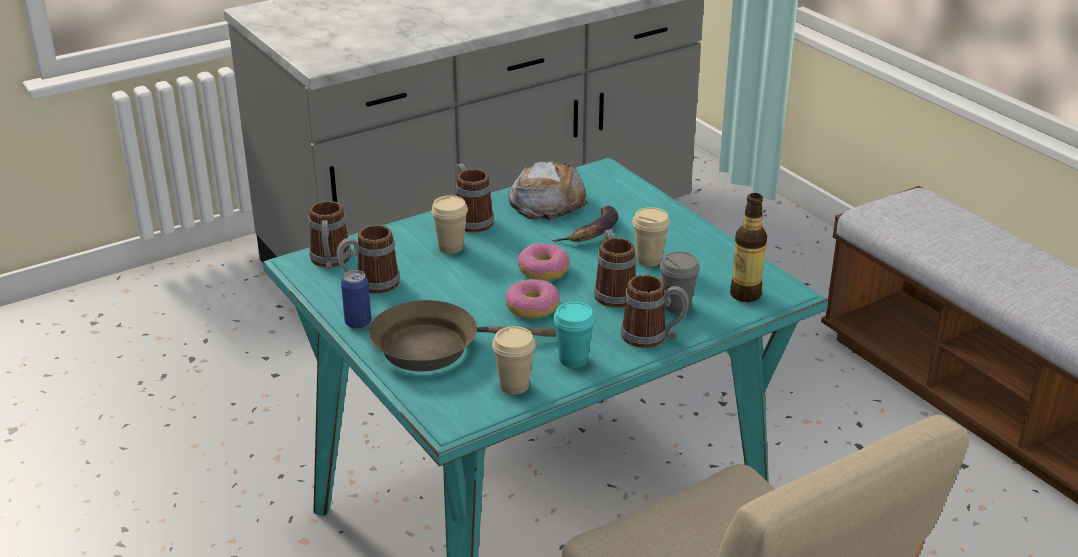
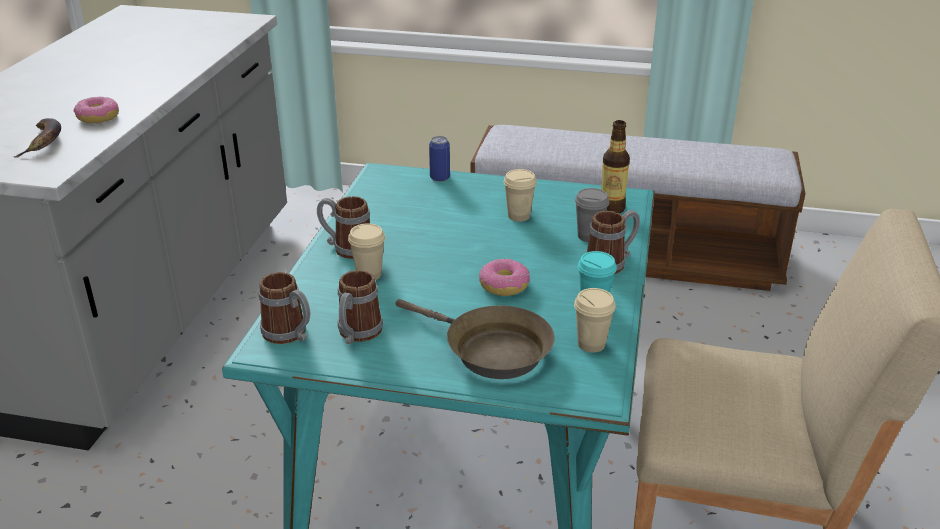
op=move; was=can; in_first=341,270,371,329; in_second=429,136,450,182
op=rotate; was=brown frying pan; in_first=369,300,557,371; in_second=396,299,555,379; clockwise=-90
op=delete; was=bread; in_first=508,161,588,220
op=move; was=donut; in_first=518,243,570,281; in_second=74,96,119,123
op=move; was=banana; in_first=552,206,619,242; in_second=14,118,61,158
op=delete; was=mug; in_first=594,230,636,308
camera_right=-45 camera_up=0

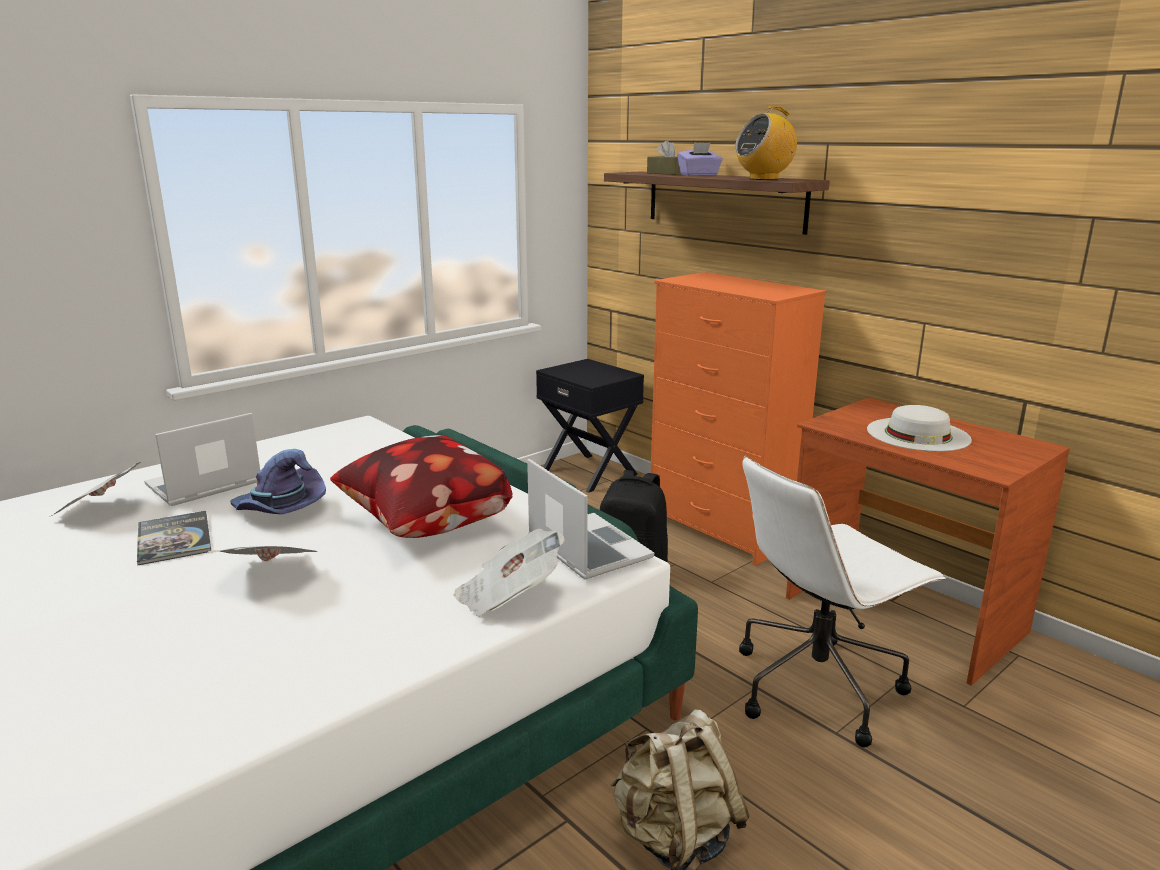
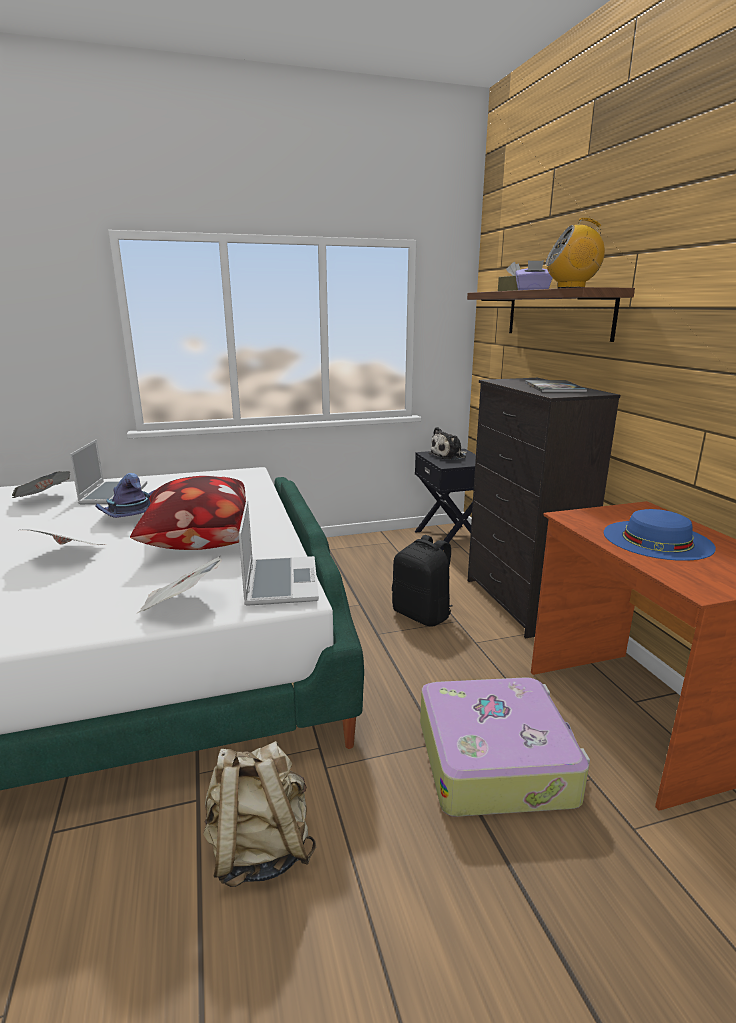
op=move; was=book; in_first=137,511,211,565; in_second=525,380,587,392
op=rotate; was=laptop; in_first=144,413,260,506; in_second=70,439,147,504; clockwise=105
op=recolor; was=orange dresser; now=black dresser; in_first=651,272,826,566; in_second=468,378,621,638
op=replace; was=white office chair; now=suitcase; in_first=739,456,946,747; in_second=420,677,590,817
op=recolor; was=white hat; now=blue hat; in_first=867,405,972,451; in_second=604,509,716,561
op=insert; now=plush toy; in_second=428,427,467,460
camera_right=25 camera_up=0

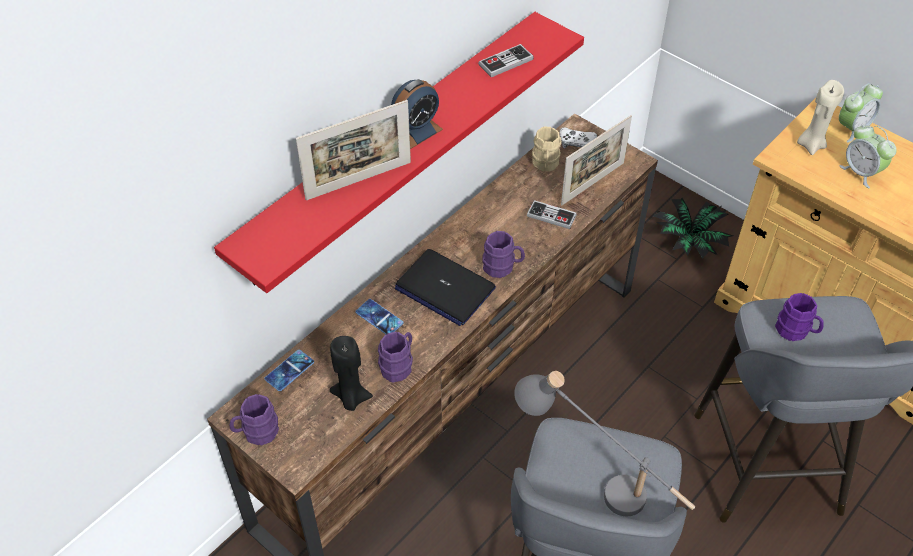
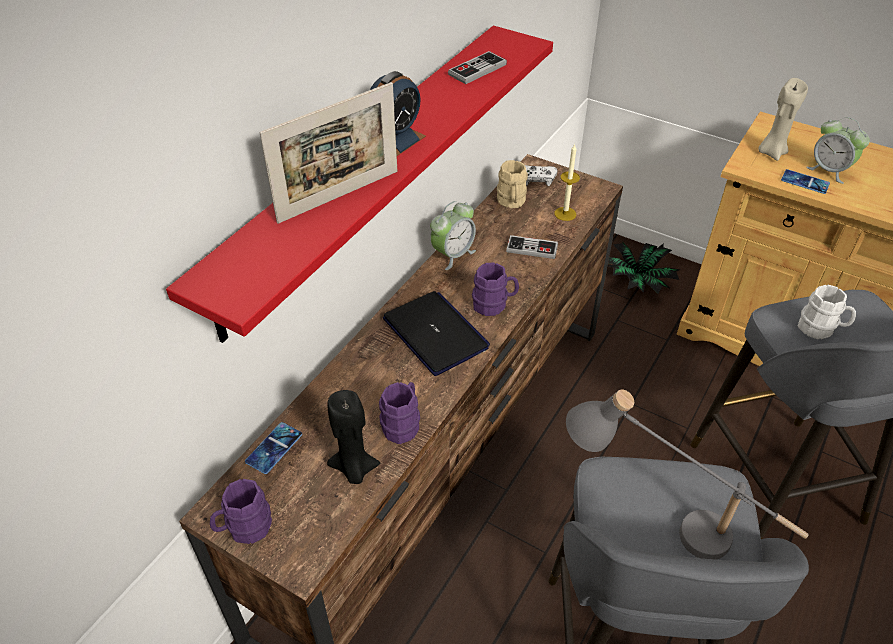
op=move; was=phone; in_first=355,299,403,335; in_second=781,169,830,194
op=rotate; was=laptop; in_first=395,249,496,326; in_second=383,291,490,376; clockwise=-150
op=replace; was=picture frame; now=candle; in_first=561,115,632,205; in_second=555,144,580,221
op=recolor; was=purple mug; now=white mug; in_first=775,293,824,341; in_second=798,285,856,339
op=move; was=alarm clock; in_first=839,83,883,143; in_second=430,201,476,270
camera_right=-10 camera_up=-5

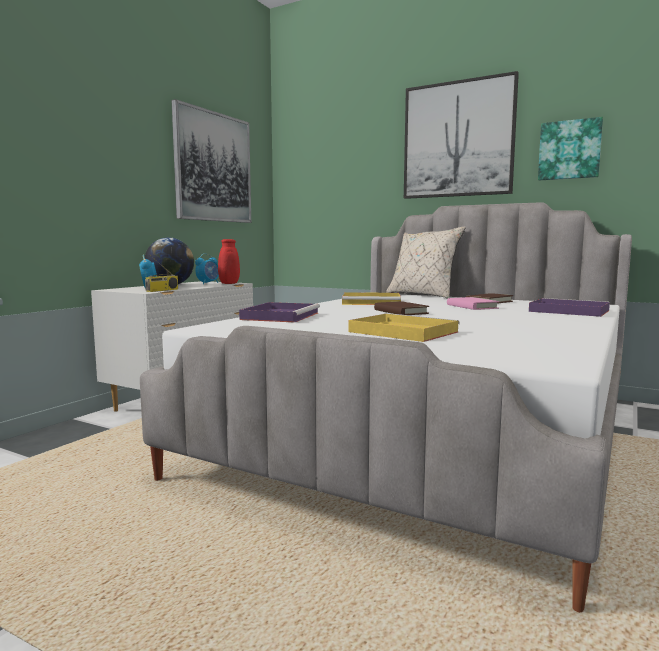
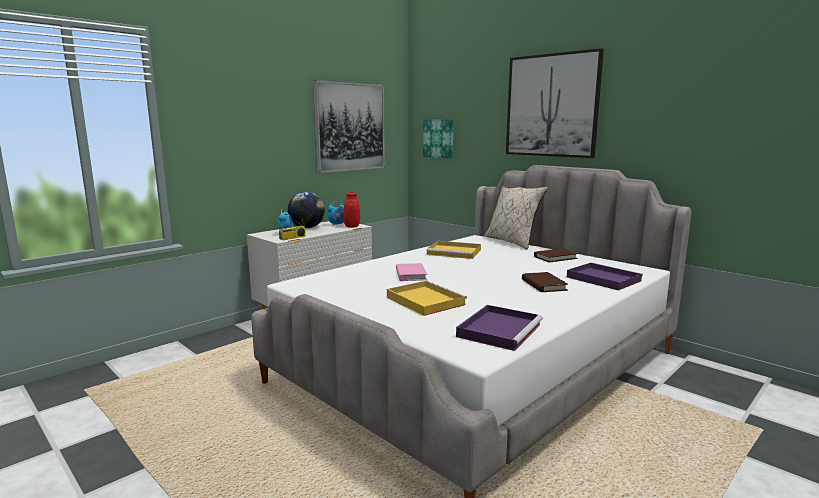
op=move; was=purple tray; in_first=239,302,320,323; in_second=456,305,543,351
op=move; was=brown book; in_first=374,301,429,315; in_second=522,272,568,292
op=move; was=pink book; in_first=447,297,499,310; in_second=396,263,427,281
op=move; was=picture; in_first=538,117,603,180; in_second=423,119,453,158
camera_right=15 camera_up=5

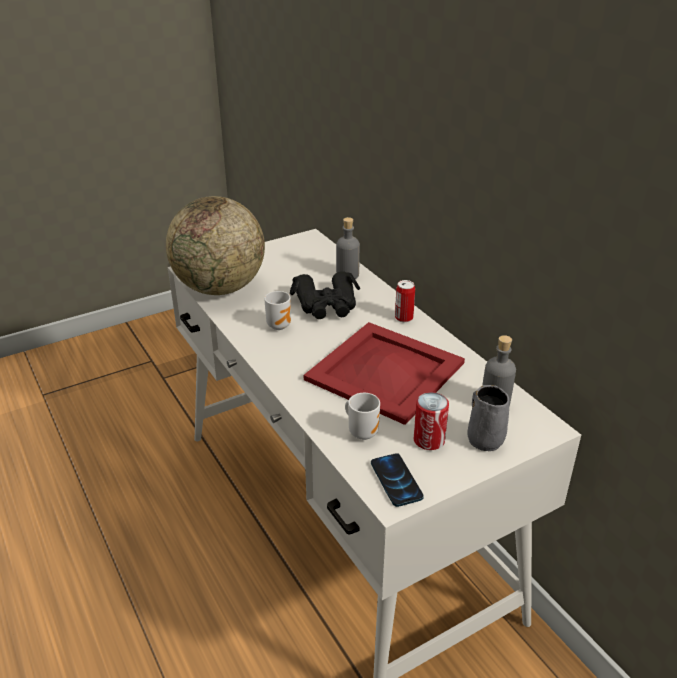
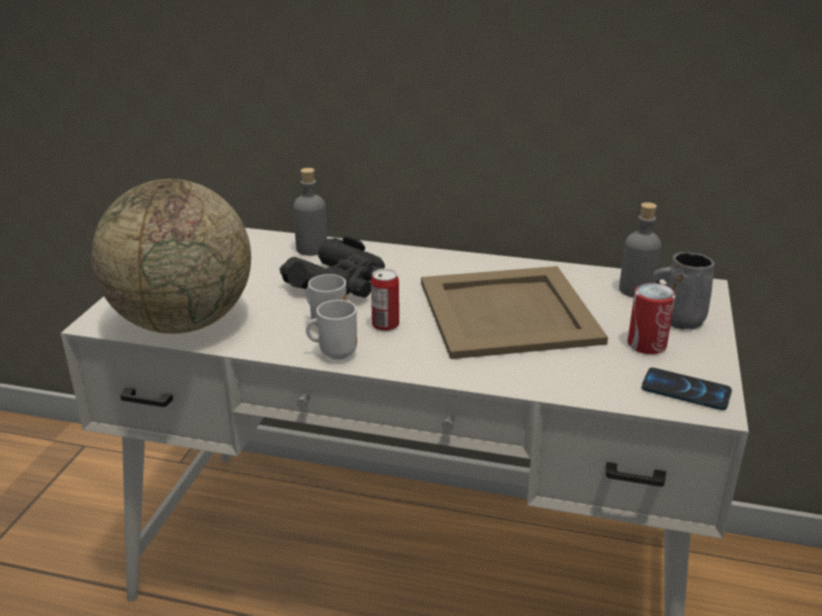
op=recolor; was=red tray; now=beige tray; in_first=304,322,465,425; in_second=421,266,608,359
op=move; was=mug; in_first=345,393,380,440; in_second=306,300,357,360
op=move; was=can; in_first=395,280,415,322; in_second=371,269,399,331
camera_right=-45 camera_up=-5

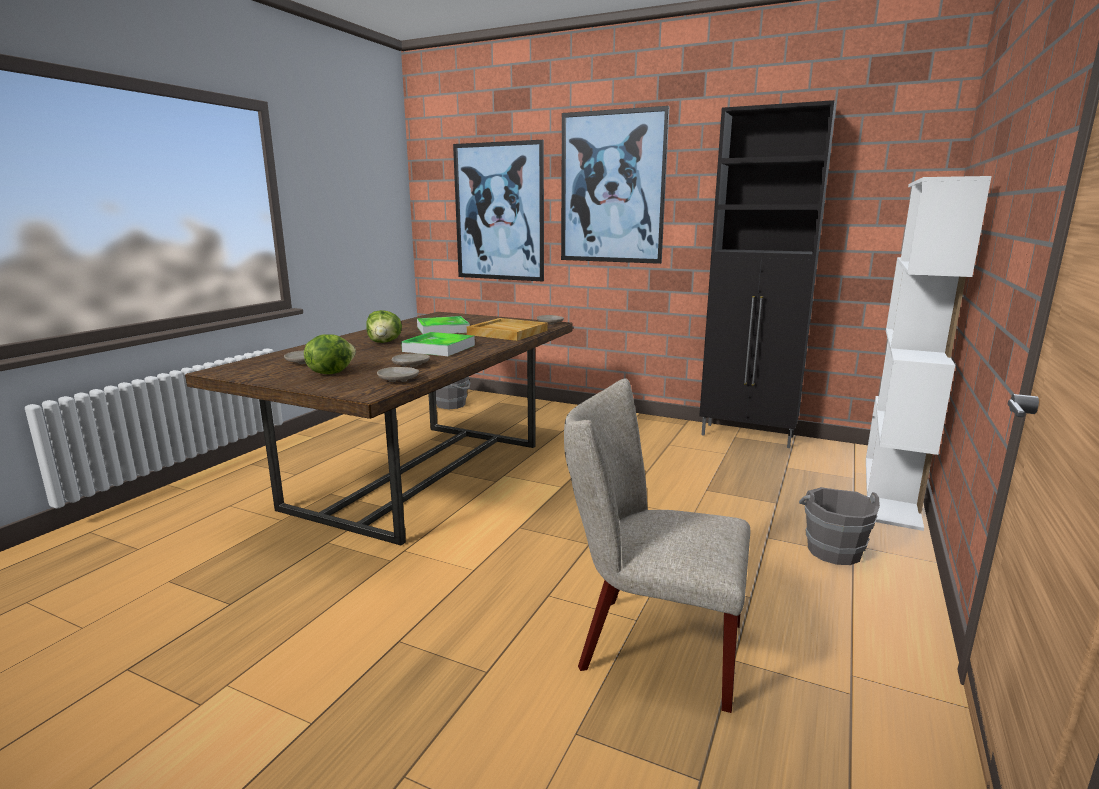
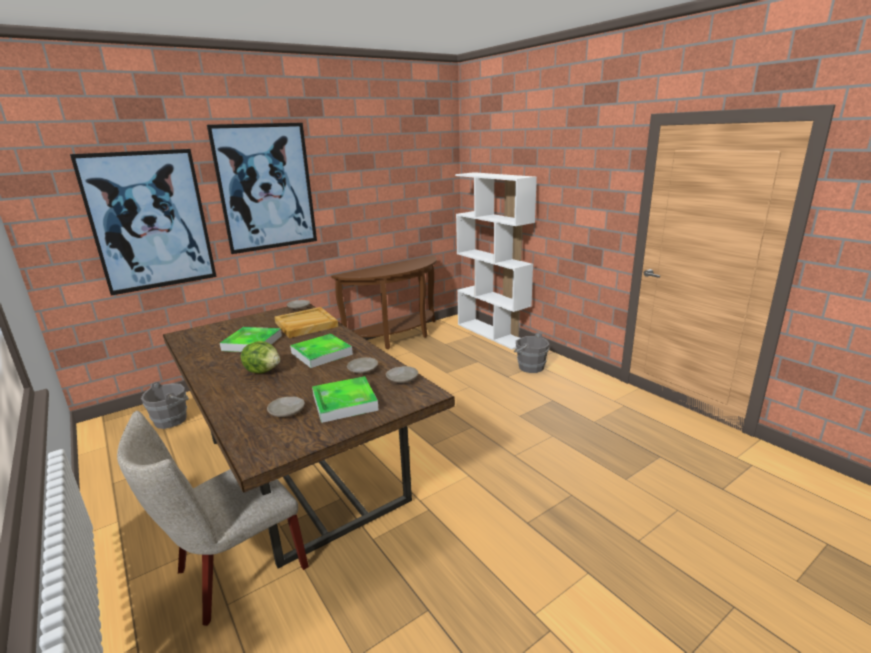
op=replace; was=lettuce; now=tray; in_first=304,334,356,374; in_second=312,376,379,423
op=move; was=beige chair; in_first=564,378,750,713; in_second=117,411,309,626
op=replace; was=black cabinet; now=brown console table; in_first=699,100,836,448; in_second=331,255,437,349
camera_right=-60 camera_up=5

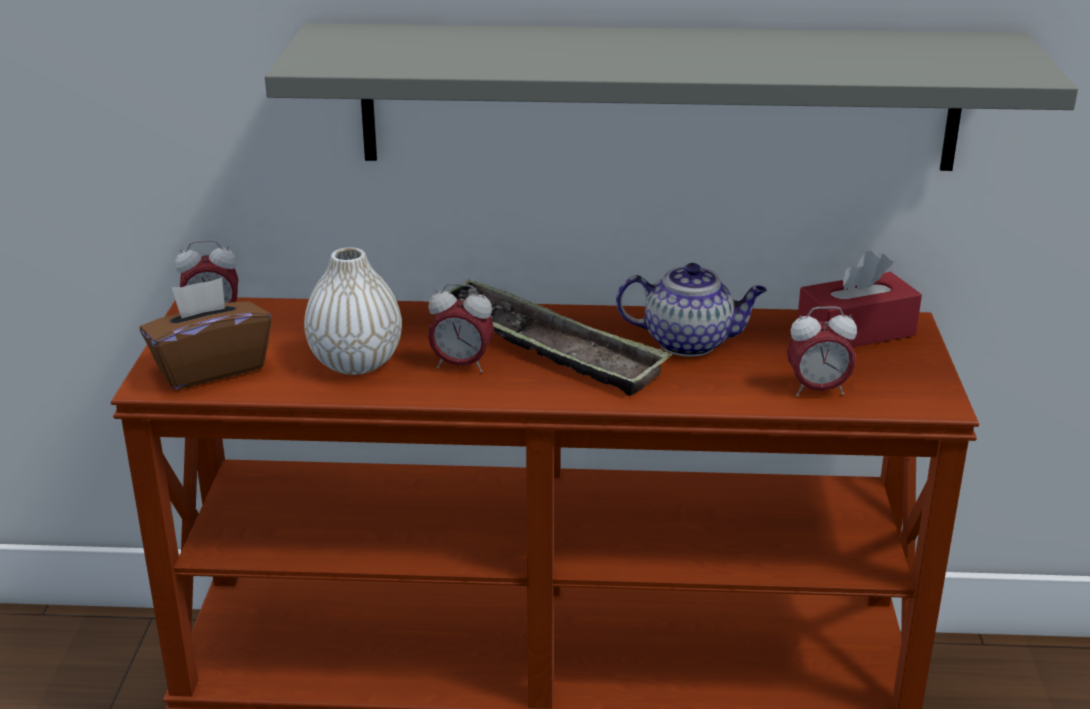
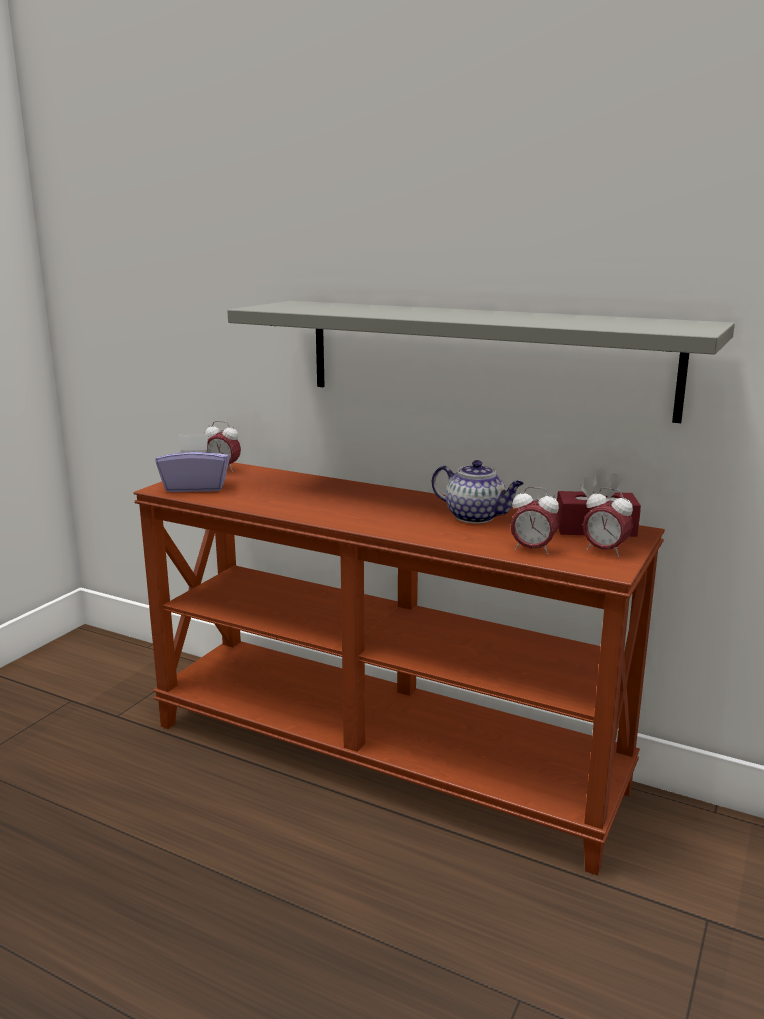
op=recolor; was=brown tissue box; now=purple tissue box; in_first=140,278,272,390; in_second=156,434,230,492
op=delete; was=white vase; in_first=304,247,402,375
op=move; was=alarm clock; in_first=428,283,494,373; in_second=583,487,633,557
op=delete; was=tray; in_first=448,278,672,396
camera_right=25 camera_up=-10

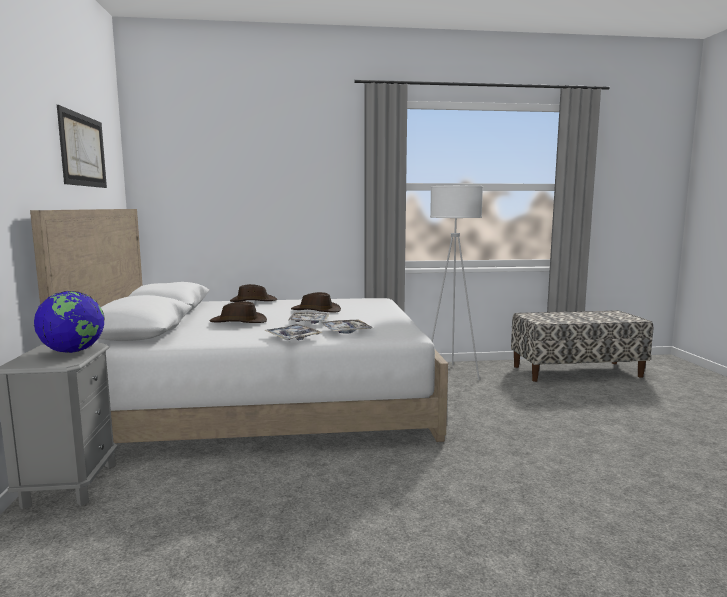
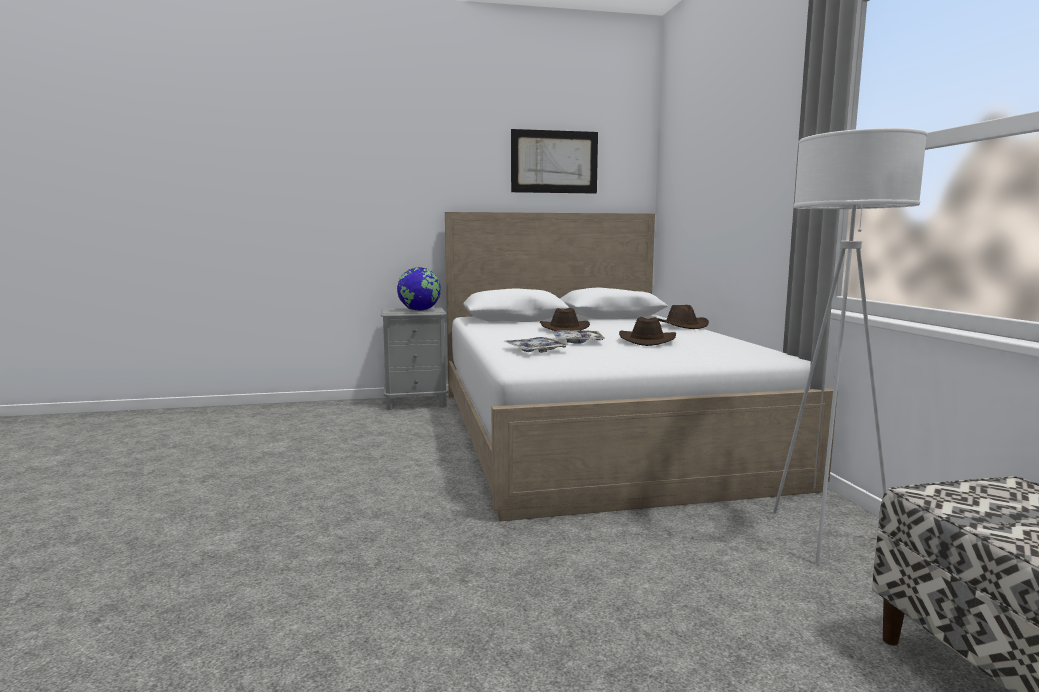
op=delete; was=tray; in_first=264,324,321,340
camera_right=85 camera_up=0

